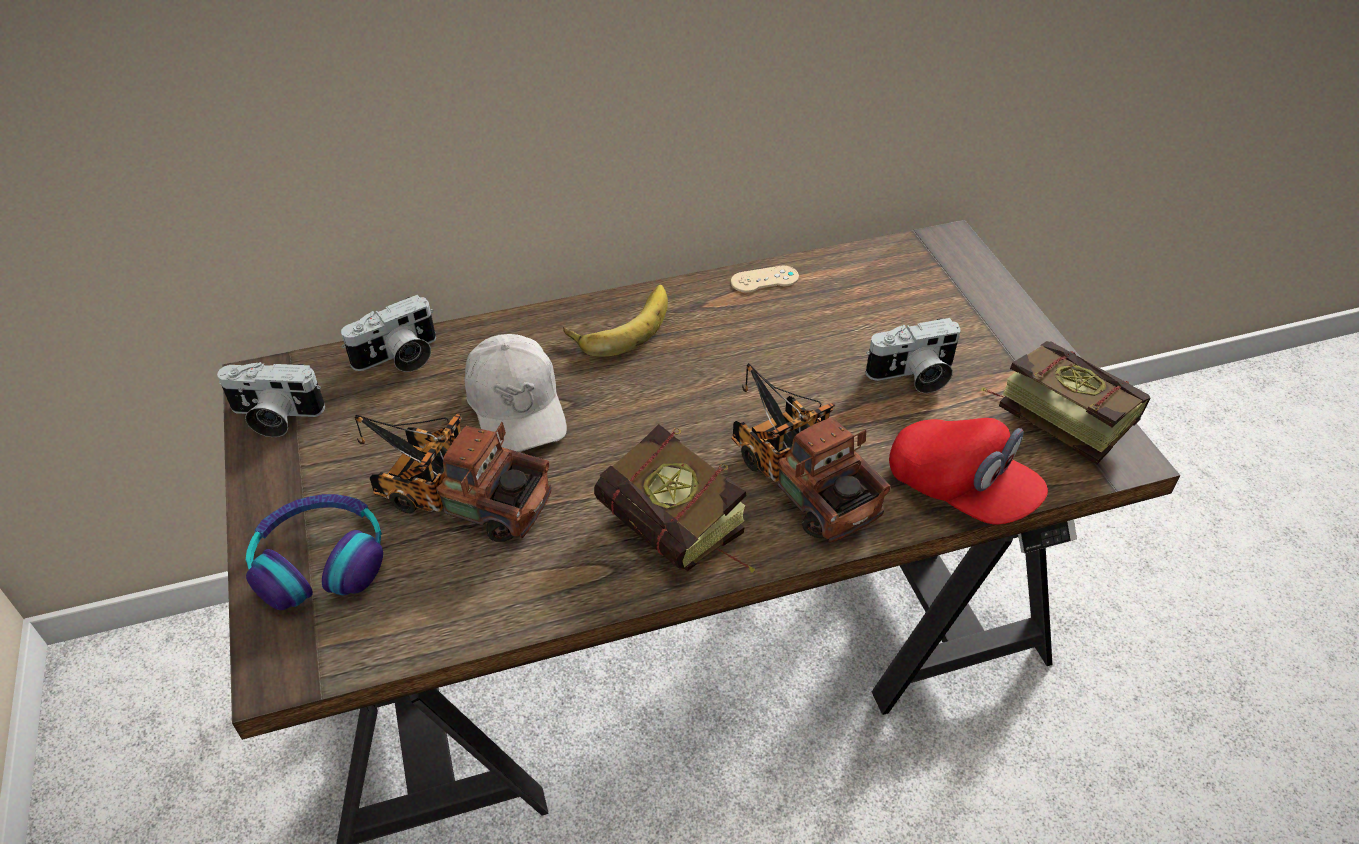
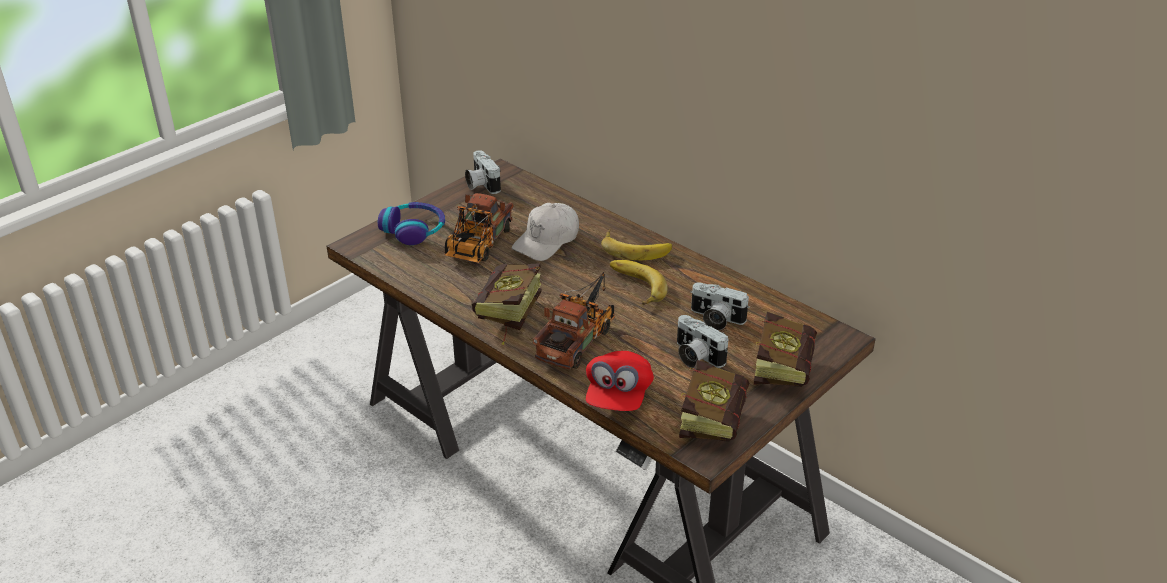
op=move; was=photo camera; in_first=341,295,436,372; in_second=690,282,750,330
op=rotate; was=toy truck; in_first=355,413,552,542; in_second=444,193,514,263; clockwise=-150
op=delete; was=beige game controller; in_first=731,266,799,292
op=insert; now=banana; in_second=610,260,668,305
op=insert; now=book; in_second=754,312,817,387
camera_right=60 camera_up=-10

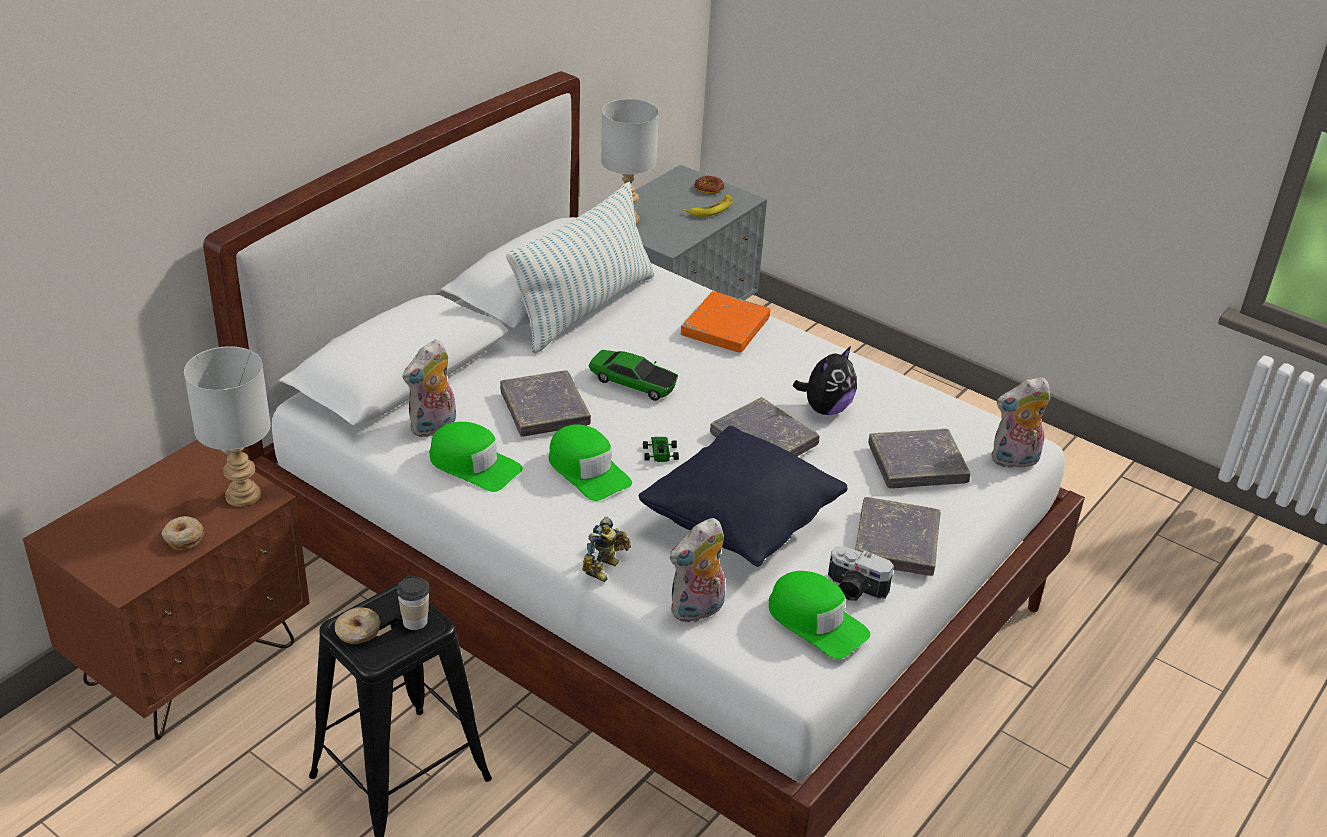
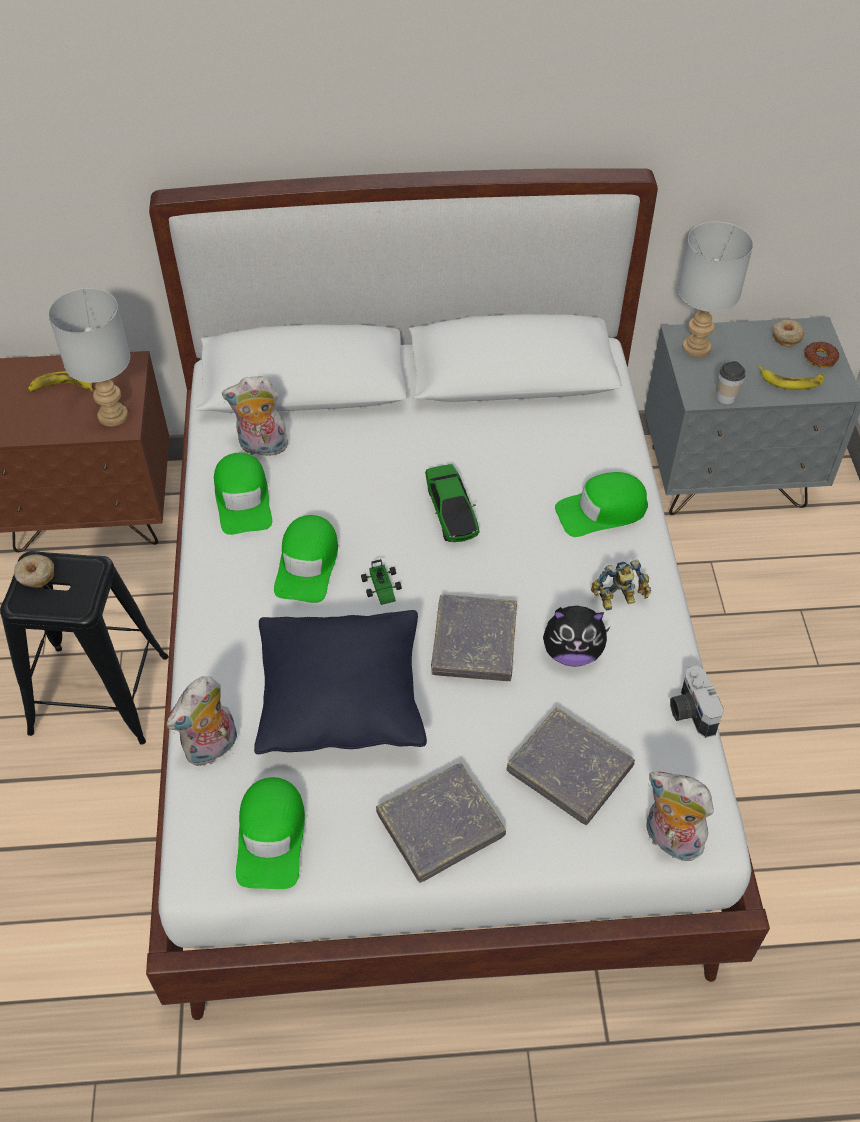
op=move; was=donut; in_first=162,516,203,550; in_second=773,320,804,347
op=move; was=cup; in_first=397,576,429,630; in_second=716,361,746,405
op=delete; was=grey book; in_first=500,370,591,437
op=delete; was=pillow; in_first=506,181,655,354
op=move; was=toy robot; in_first=582,517,631,582; in_second=591,559,651,610
op=rotate; was=toy car; in_first=643,437,679,462; in_second=361,559,402,605; clockwise=120
op=rotate; was=plush toy; in_first=670,518,725,622; in_second=167,676,237,767; clockwise=-60
op=replace; was=orange book; now=green cap; in_first=681,291,771,353; in_second=555,472,648,537
op=move; was=photo camera; in_first=828,546,894,601; in_second=670,665,724,738
op=insert; now=banana; in_second=28,371,94,392
camera_right=50 camera_up=15

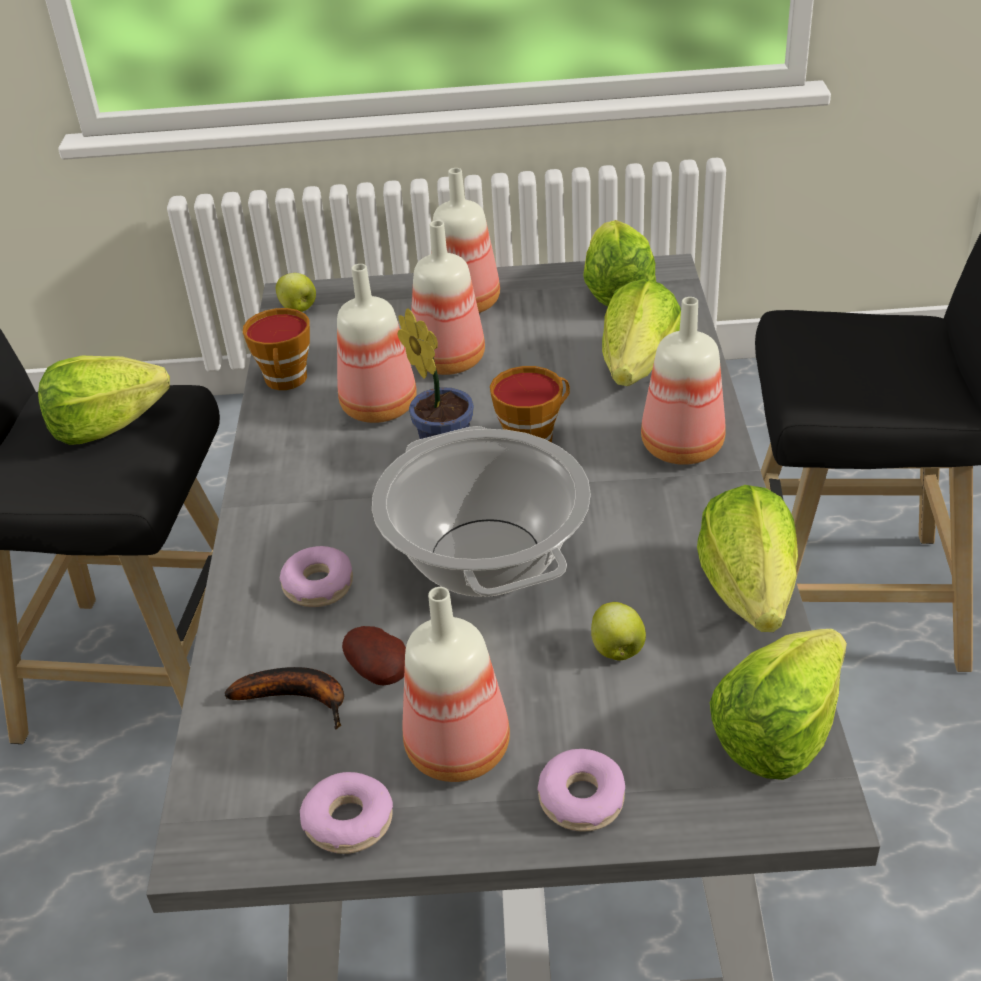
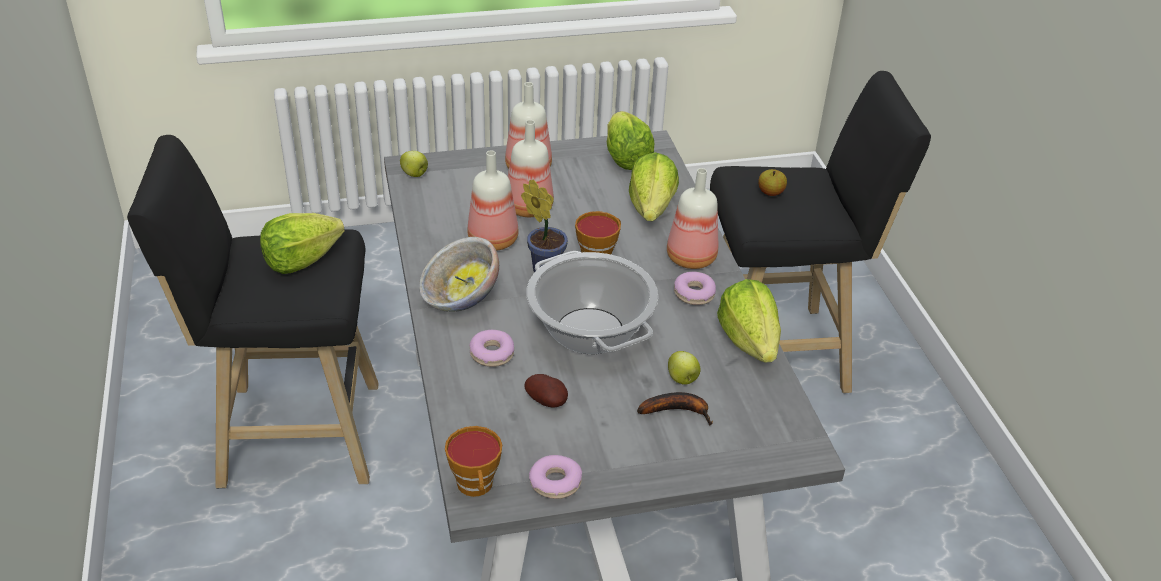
op=move; was=banana; in_first=225,667,344,730; in_second=637,392,713,425
op=move; was=cup; in_first=243,308,310,390; in_second=445,426,502,497
op=delete; was=bottle; in_first=402,587,510,782
op=move; was=donut; in_first=538,749,625,832; in_second=674,272,716,305
op=delete; was=lettuce; in_first=710,629,847,780
op=insert; now=bowl; in_second=419,237,499,312
op=insert; now=apple; in_second=758,169,787,196
camera_right=-15 camera_up=0

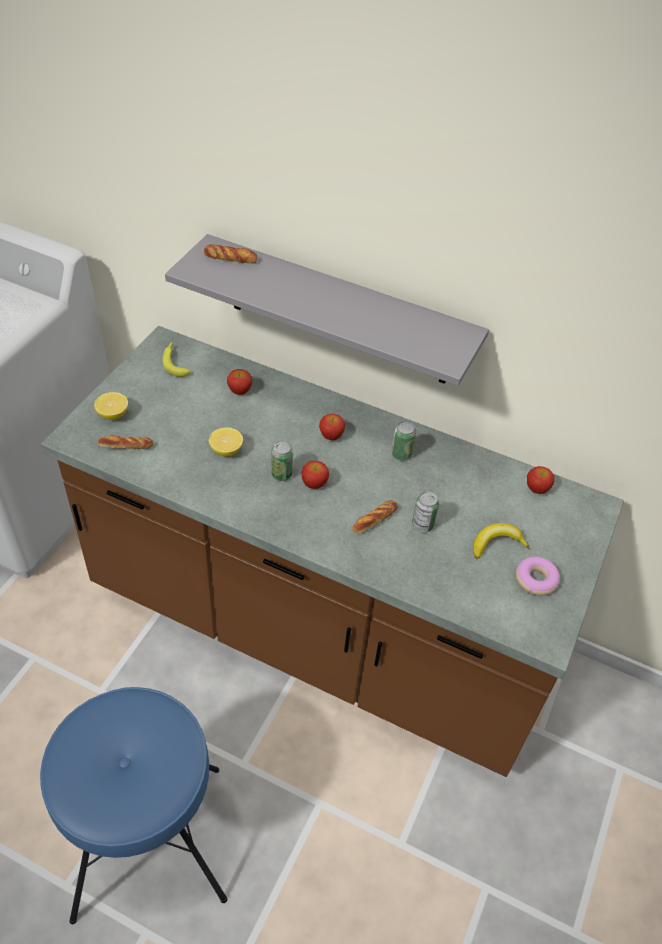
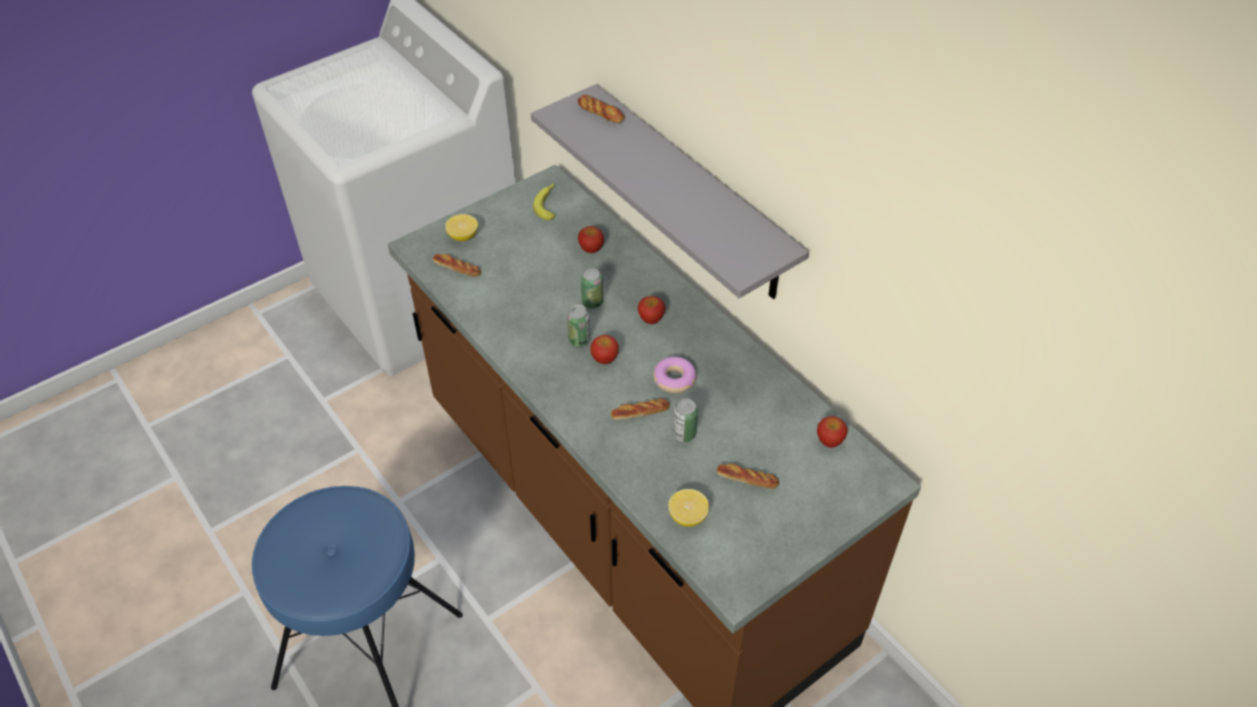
op=move; was=lemon; in_first=209,427,243,456; in_second=668,489,709,527
op=move; was=can; in_first=392,421,416,461; in_second=581,268,603,309
op=replace; was=banana; now=bread; in_first=473,523,530,559; in_second=717,464,779,489
op=move; was=donut; in_first=516,556,561,596; in_second=653,357,697,393
camera_right=30 camera_up=0

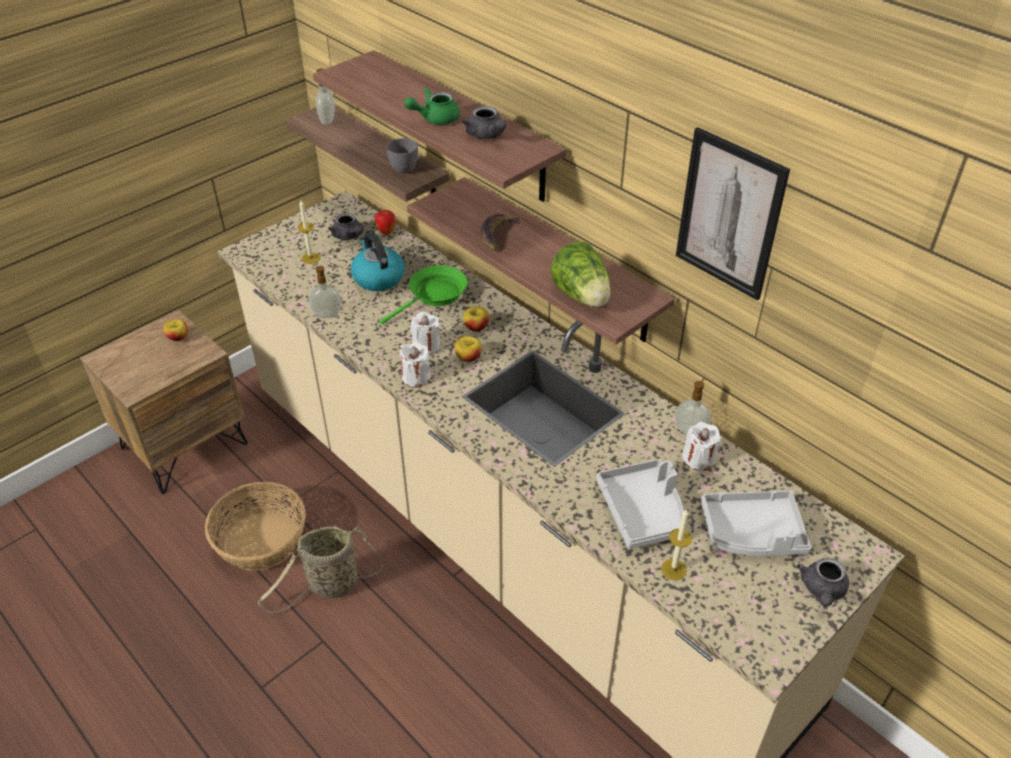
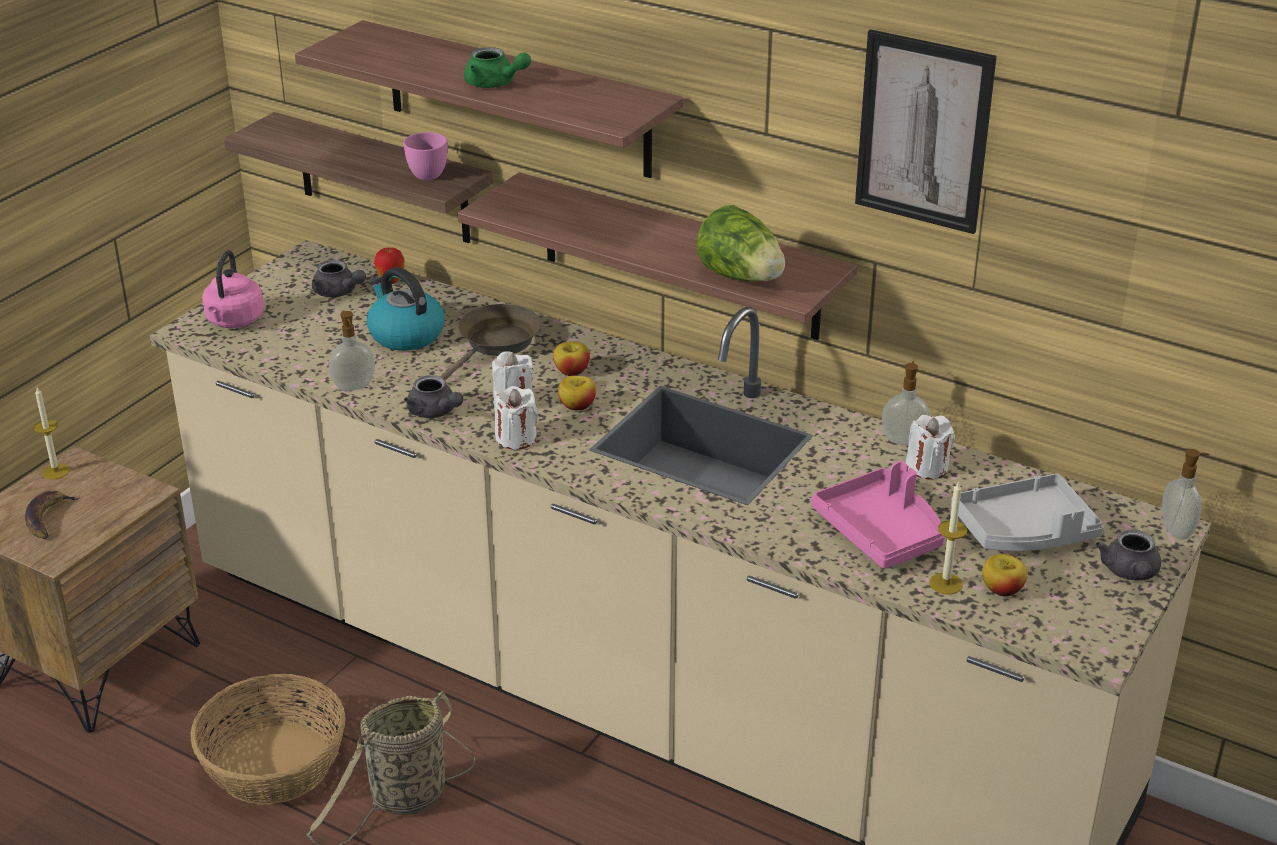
op=move; was=apple; in_first=164,319,188,341; in_second=982,554,1028,597
op=move; was=candle; in_first=297,200,320,264; in_second=34,388,70,480
op=move; was=soap dispenser; in_first=316,69,335,125; in_second=1162,449,1210,539
op=recolor; was=green frying pan; now=brown frying pan; in_first=380,265,467,324; in_second=440,304,541,380
op=recolor; was=grey cup; now=pink cup; in_first=387,138,418,174; in_second=404,132,448,180
op=rotate; was=green teapot; in_first=404,87,460,125; in_second=464,47,531,88; clockwise=-105
op=move; was=grey teapot; in_first=462,106,506,140; in_second=404,375,463,418
op=move; was=banana; in_first=481,213,520,251; in_second=25,490,80,539
op=recolor; was=grey tray; now=pink tray; in_first=596,459,684,549; in_second=811,461,945,569
op=insert; now=pink kettle; in_second=202,250,264,328
camera_right=-15 camera_up=-10

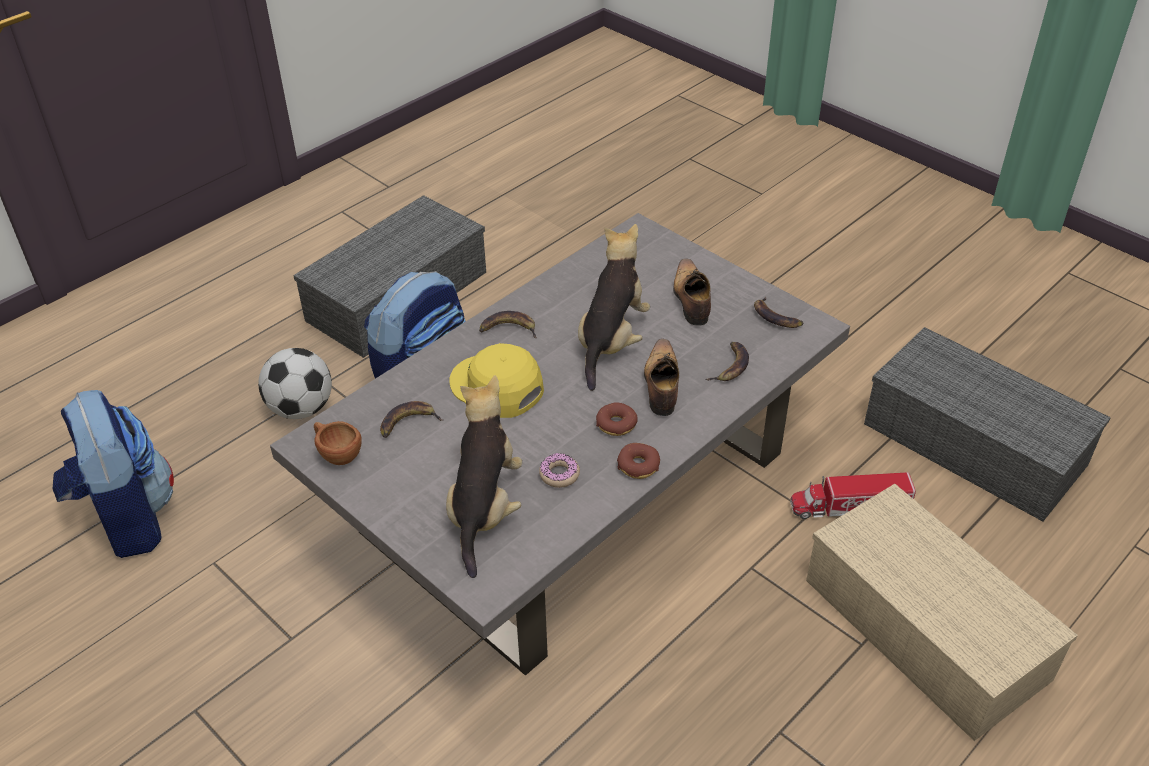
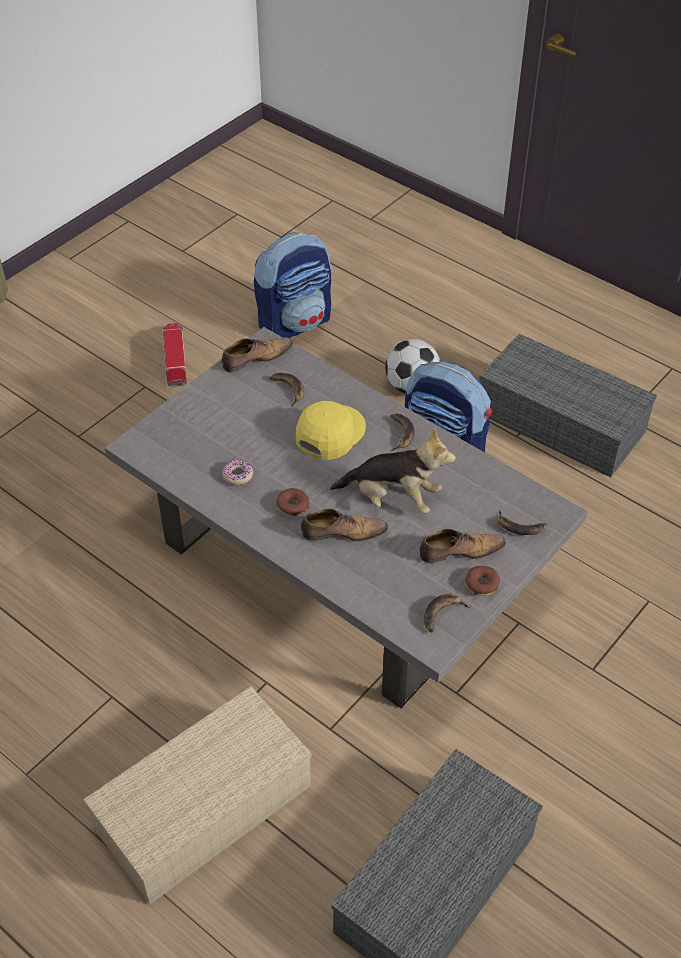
op=replace; was=brown cup; now=shoe; in_first=314,421,362,465; in_second=222,337,293,372
op=delete; was=plush toy; in_first=446,376,523,578
op=move; was=donut; in_first=617,443,660,479; in_second=465,566,500,596
op=move; was=banana; in_first=706,342,749,381; in_second=497,510,547,535
op=move; was=toy truck; in_first=790,472,916,519; in_second=162,323,187,387
camera_right=85 camera_up=5

